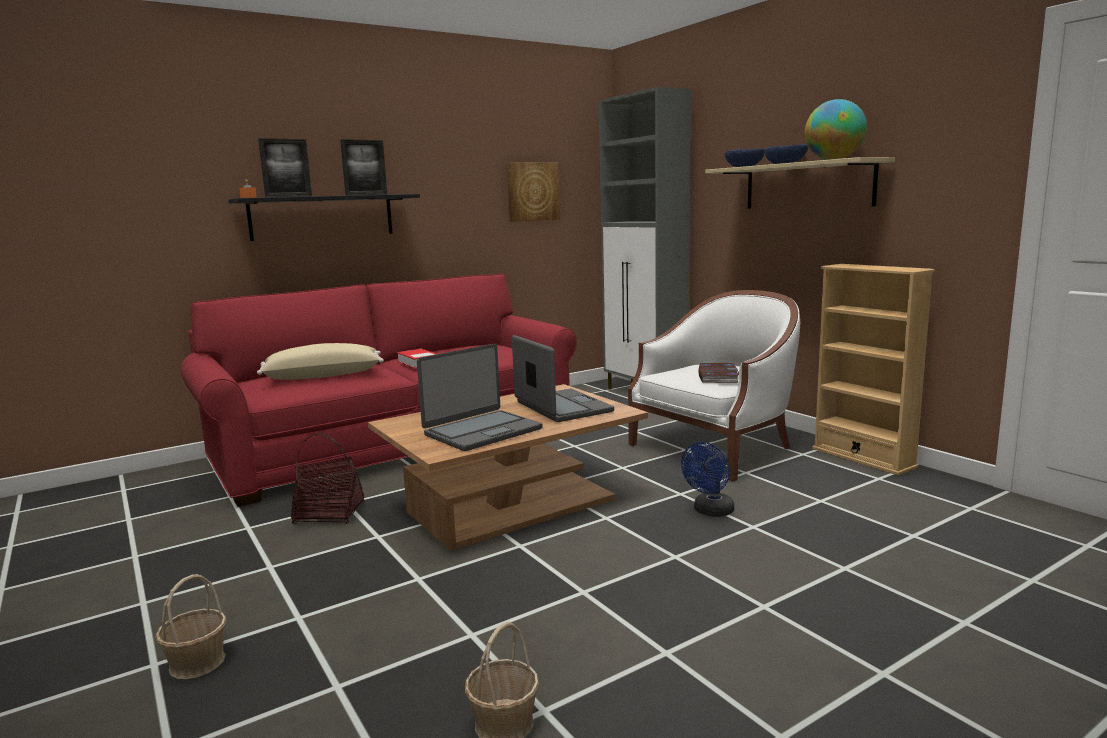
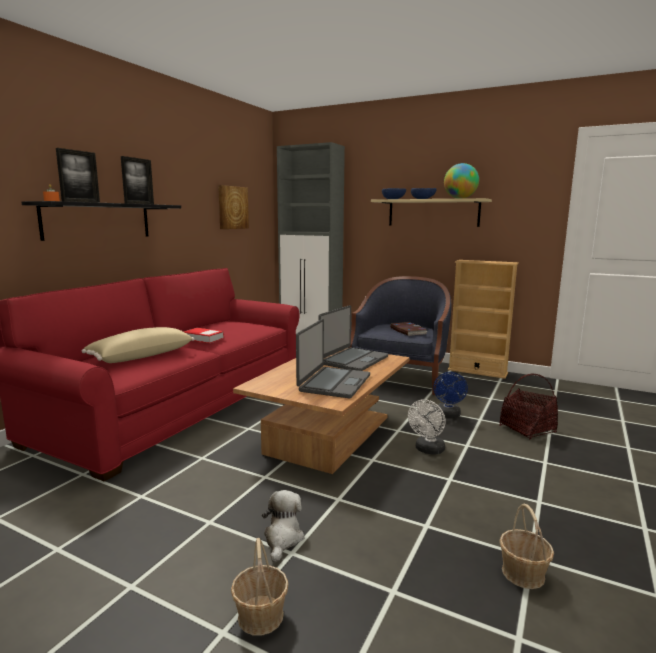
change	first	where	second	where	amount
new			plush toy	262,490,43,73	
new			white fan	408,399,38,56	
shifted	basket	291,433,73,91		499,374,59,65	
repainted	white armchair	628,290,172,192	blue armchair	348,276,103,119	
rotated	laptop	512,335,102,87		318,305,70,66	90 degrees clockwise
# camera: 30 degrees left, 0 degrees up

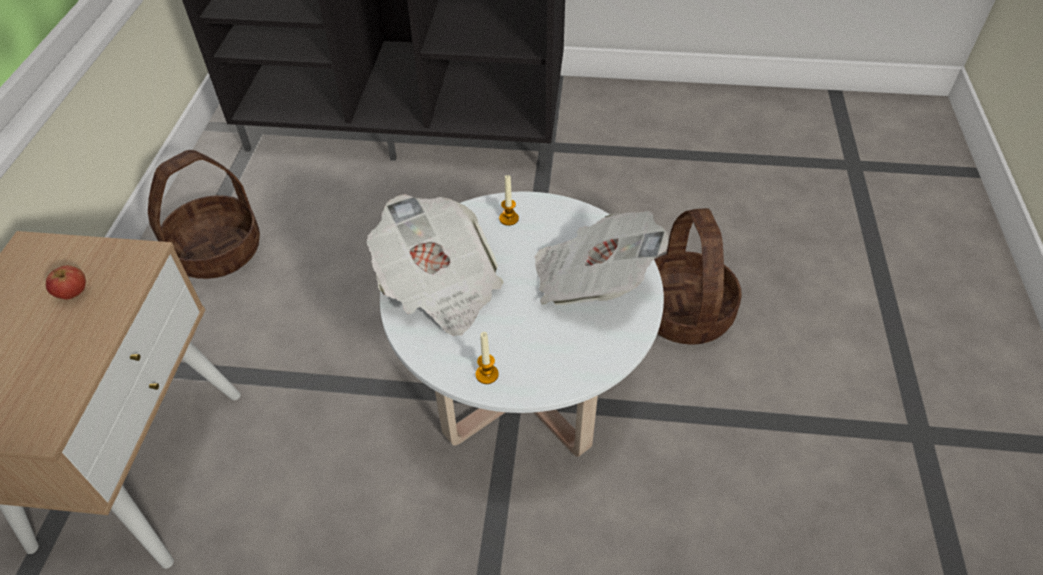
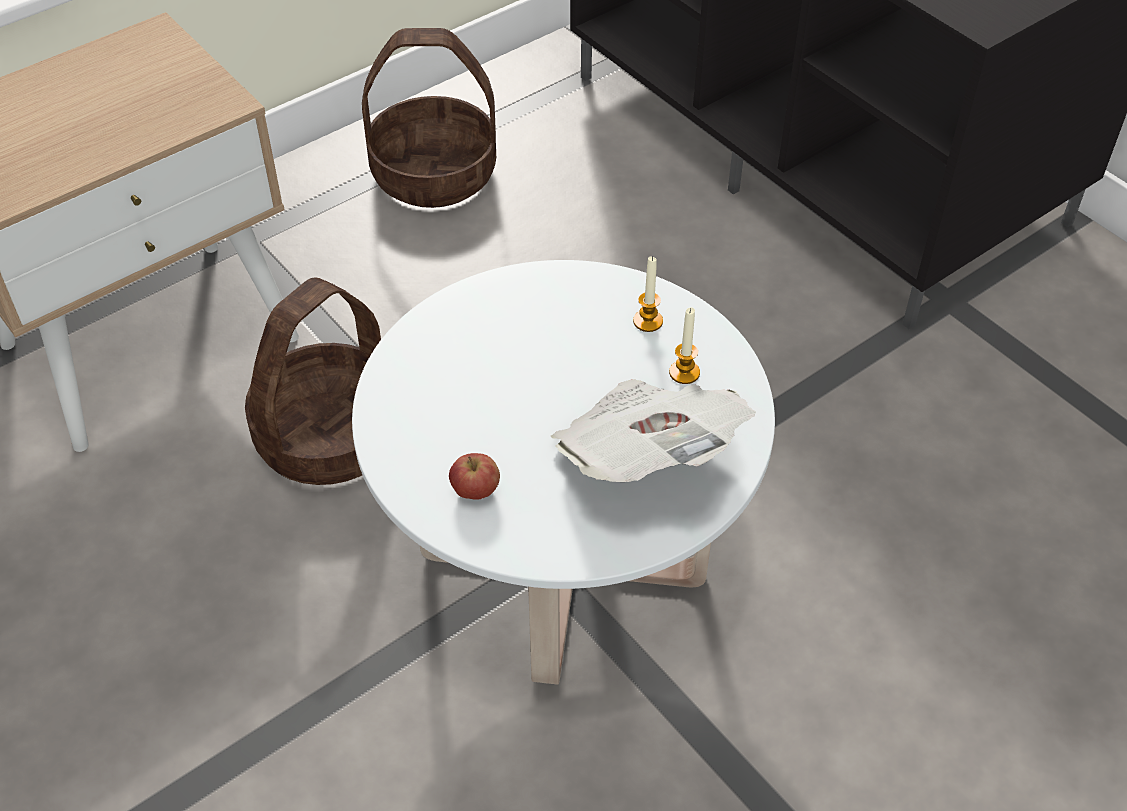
change	first	where	second	where	amount
gone	newspaper	367,194,137,142			
shifted	apple	46,265,40,34		449,453,51,47	
shifted	candle	476,332,23,52		669,307,31,77	
shifted	basket	655,208,87,137		245,278,136,207	
# camera: 45 degrees right, 0 degrees up

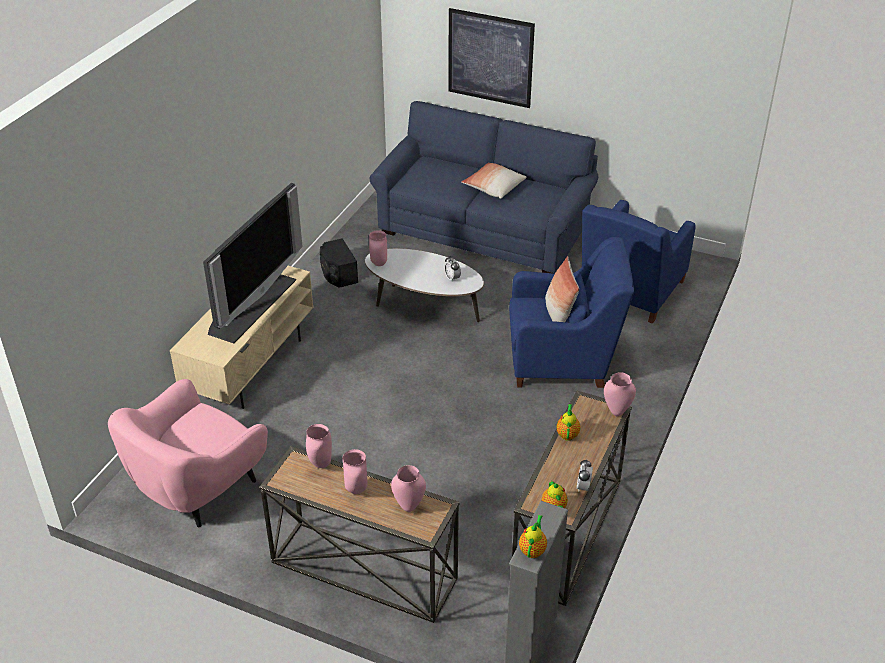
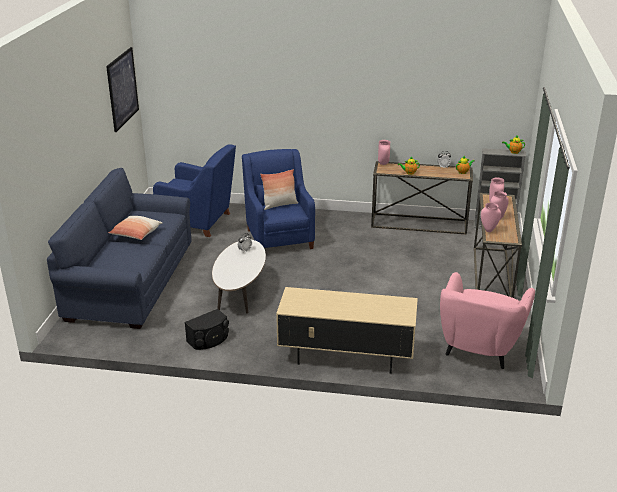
change	first	where	second	where	amount
gone	television	203,183,100,160			
gone	pink vase	369,230,18,36			
shifted	picture	448,8,87,100		106,47,33,85	
rotated	pink armchair	108,379,160,148		440,272,95,97	90 degrees clockwise
# camera: 105 degrees left, 10 degrees down

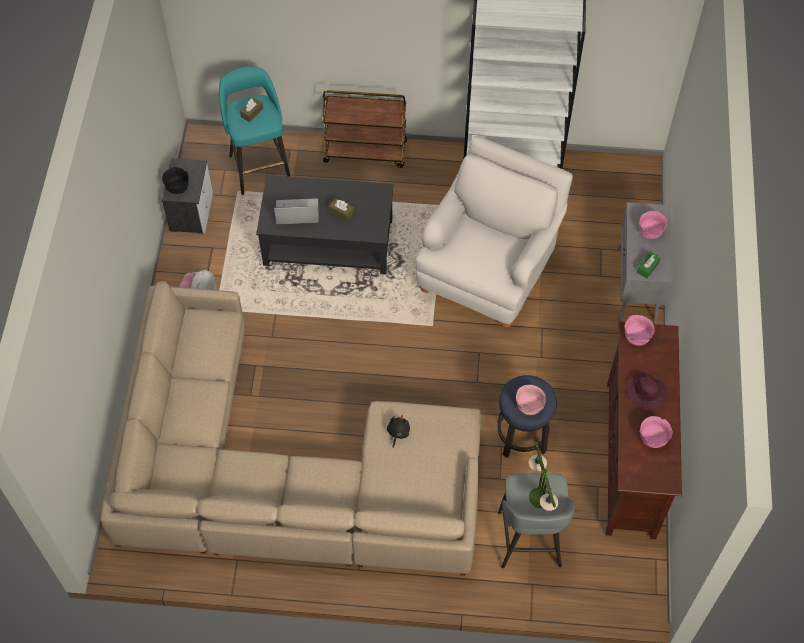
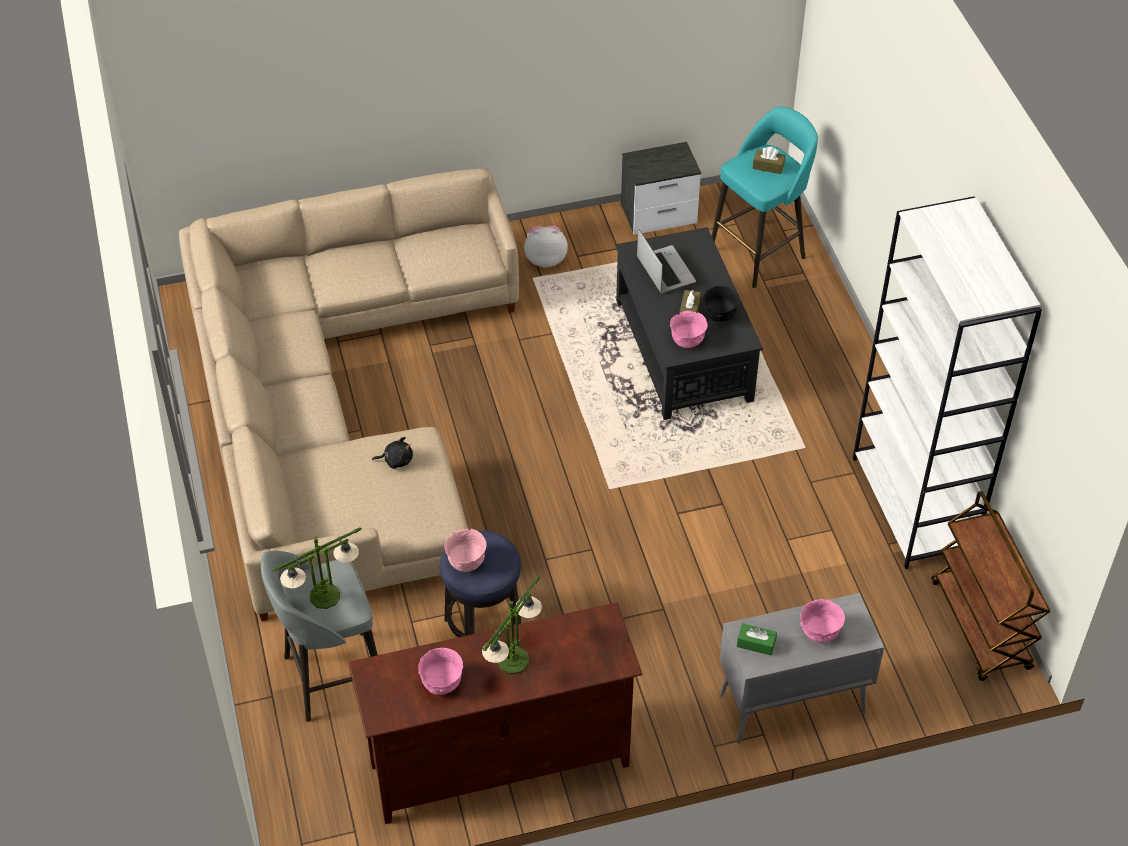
change	first	where	second	where	amount
gone	white armchair	415,136,158,191			
shifted	black bowl	162,167,27,27		703,286,37,36	
shifted	brown cart	323,90,84,78		931,491,120,190	
shifted	pink bowl	625,315,30,31		670,311,38,37	
swapped	purple hat	627,372,40,37	table lamp	482,577,60,97	
# camera: 70 degrees right, 10 degrees down

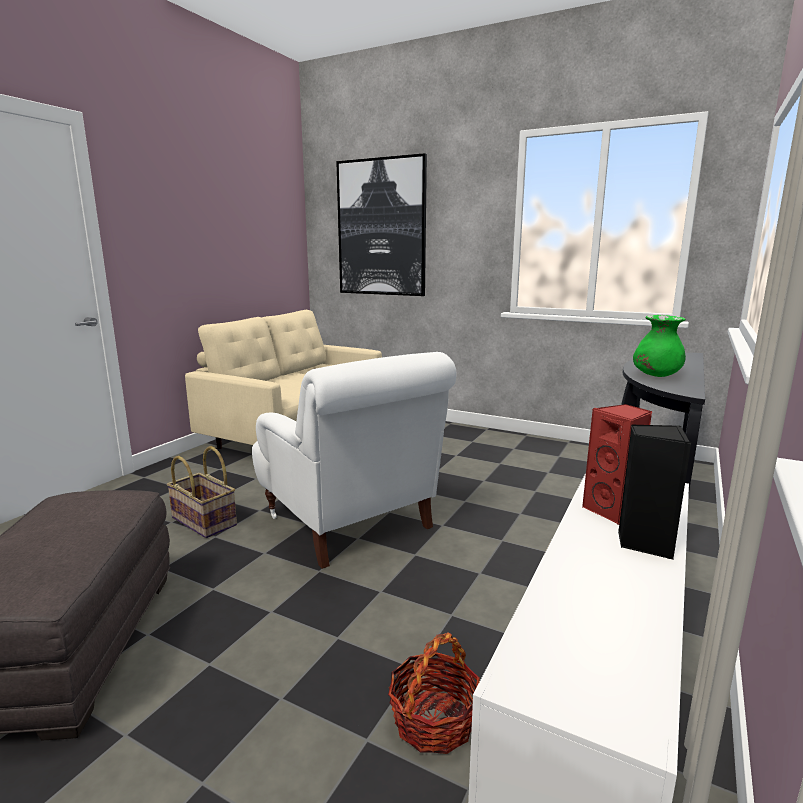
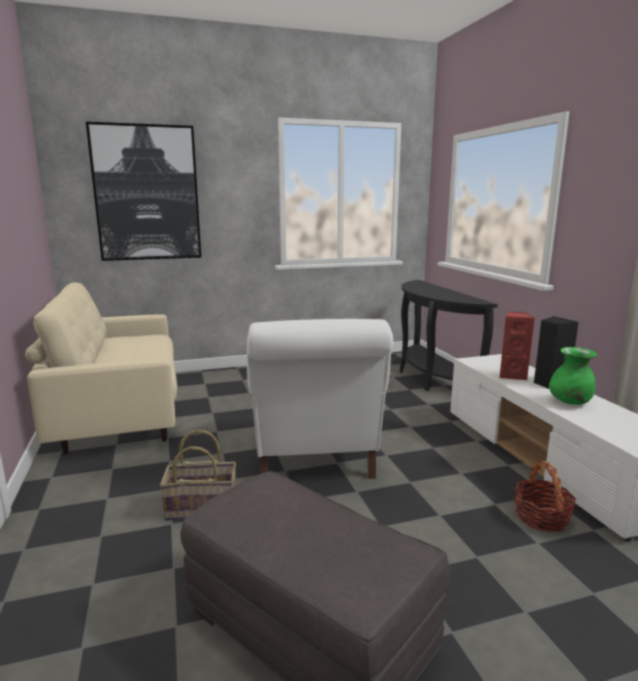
change	first	where	second	where	amount
shifted	green vase	633,315,53,62		549,347,48,58	
rotated	white armchair	252,352,204,217		247,319,146,160	75 degrees clockwise
# camera: 45 degrees left, 0 degrees up

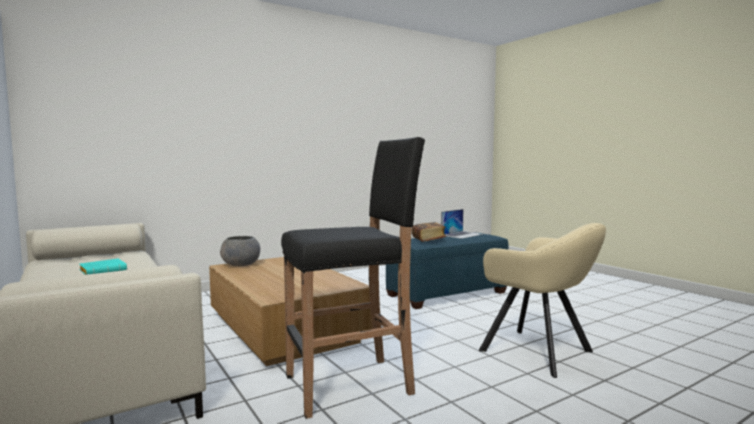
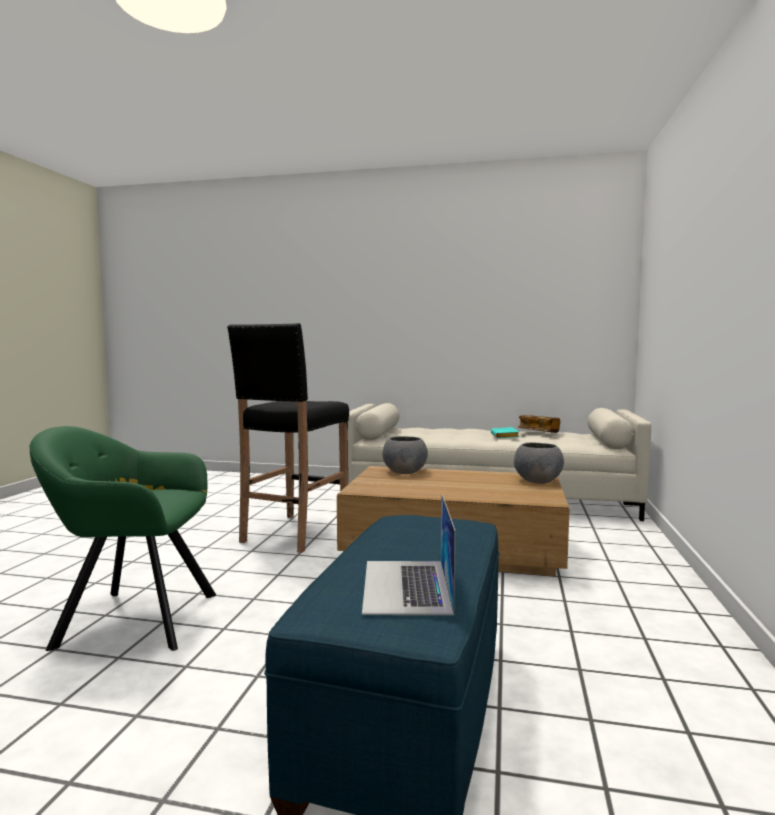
change	first	where	second	where	amount
new			grey bowl	382,436,46,38	
shifted	book	412,222,34,20		518,415,42,18	
repainted	beige armchair	479,223,127,155	green armchair	30,426,186,225	
# camera: 135 degrees right, 0 degrees up

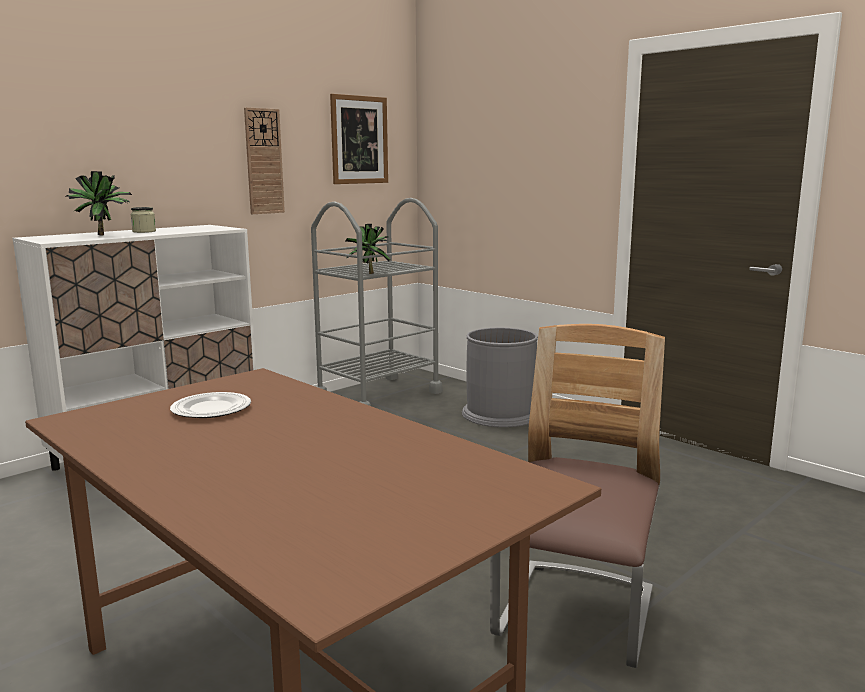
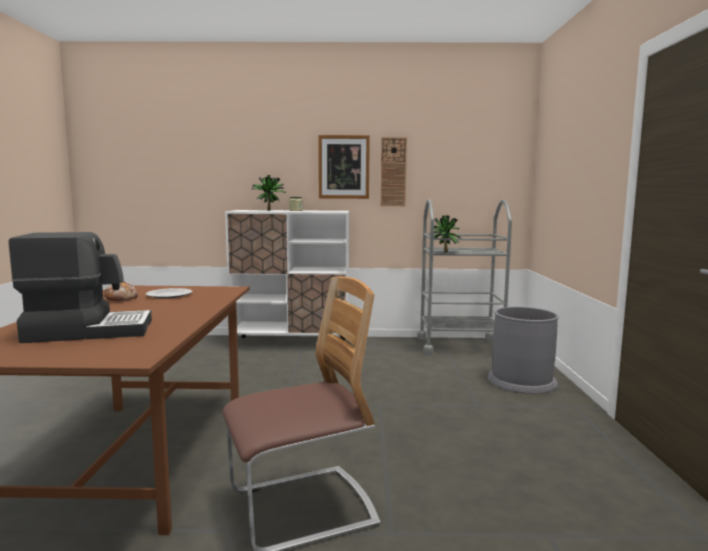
change	first	where	second	where	amount
new			coffee machine	9,232,143,111	
new			bread	104,282,34,19	
shifted	picture	330,94,58,90		318,135,52,64	
# camera: 45 degrees right, 5 degrees down

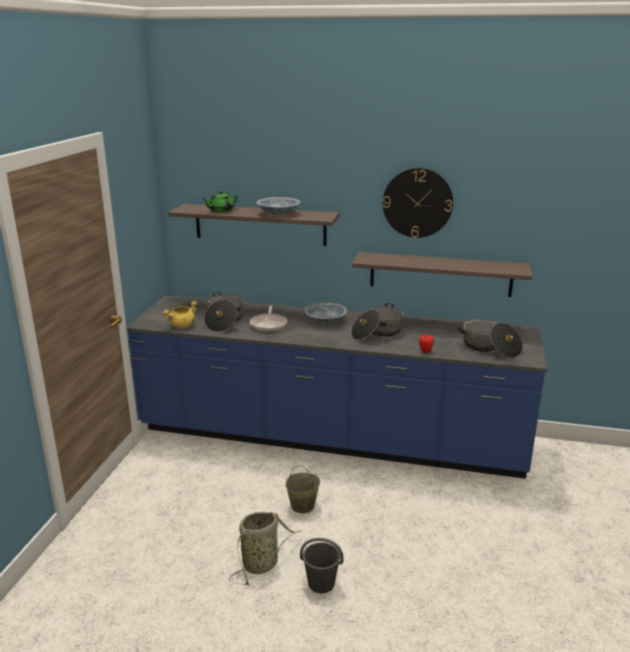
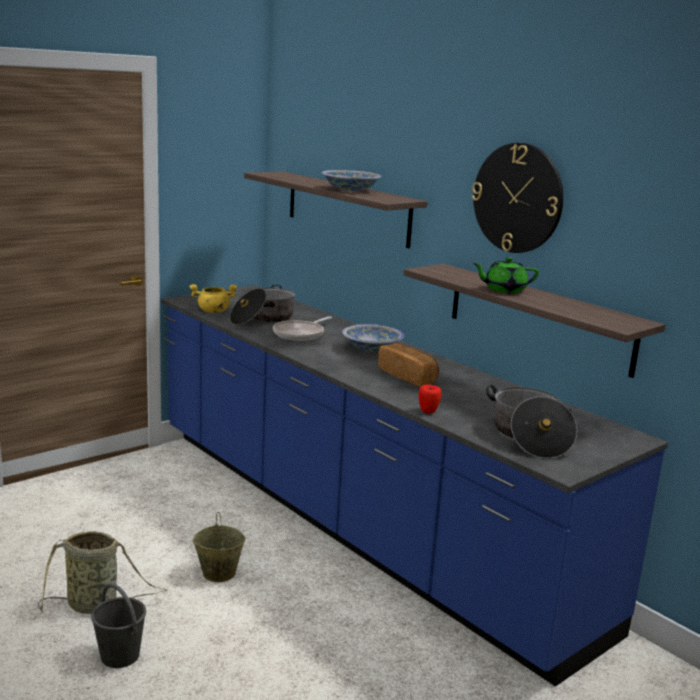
change	first	where	second	where	amount
shifted	green teapot	202,190,36,23		473,257,66,36	
swapped	cooking pot	351,303,53,37	bread	378,343,61,44	
# camera: 35 degrees right, 5 degrees down

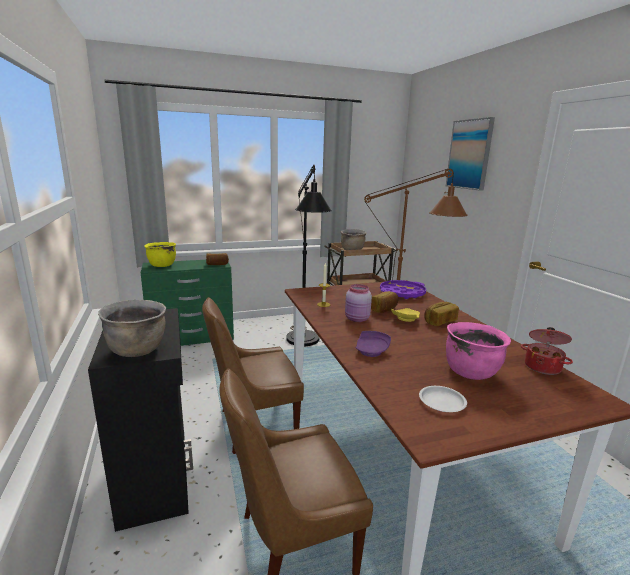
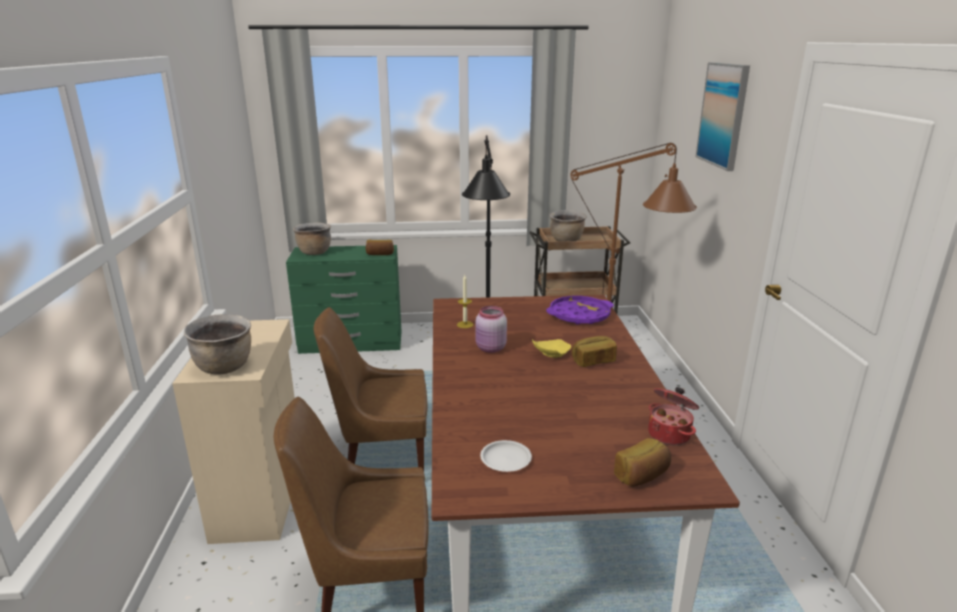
change	first	where	second	where	amount
gone	purple plate	355,331,36,26			
gone	pink cooking pot	446,322,65,58			
shifted	bread	371,291,27,22		614,438,57,48	
repainted	black cabinet	88,308,105,224	beige cabinet	172,319,123,225	
repainted	yellow cooking pot	144,242,32,25	brown cooking pot	293,223,38,32	
# camera: 15 degrees right, 5 degrees up

